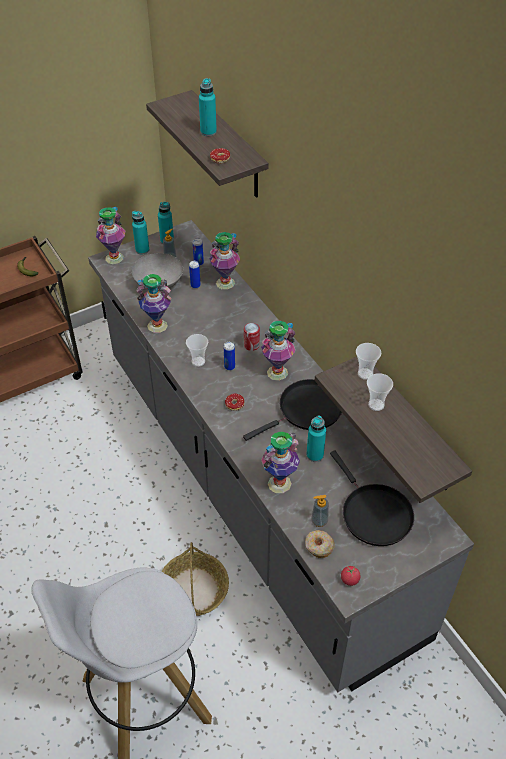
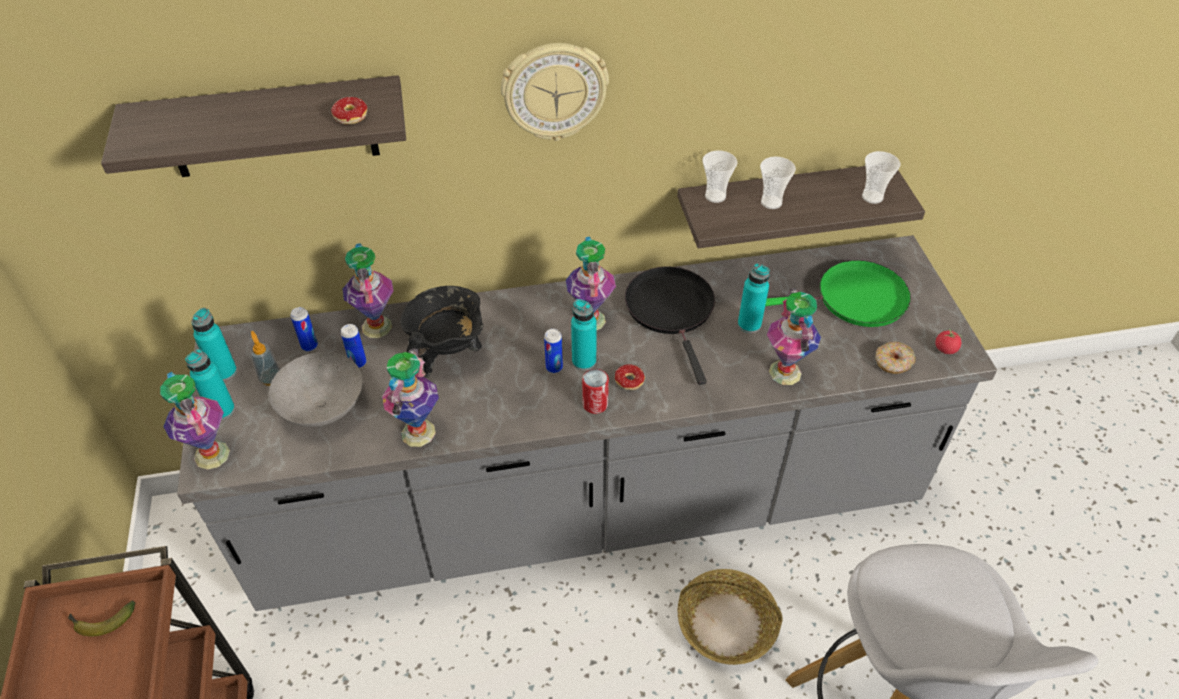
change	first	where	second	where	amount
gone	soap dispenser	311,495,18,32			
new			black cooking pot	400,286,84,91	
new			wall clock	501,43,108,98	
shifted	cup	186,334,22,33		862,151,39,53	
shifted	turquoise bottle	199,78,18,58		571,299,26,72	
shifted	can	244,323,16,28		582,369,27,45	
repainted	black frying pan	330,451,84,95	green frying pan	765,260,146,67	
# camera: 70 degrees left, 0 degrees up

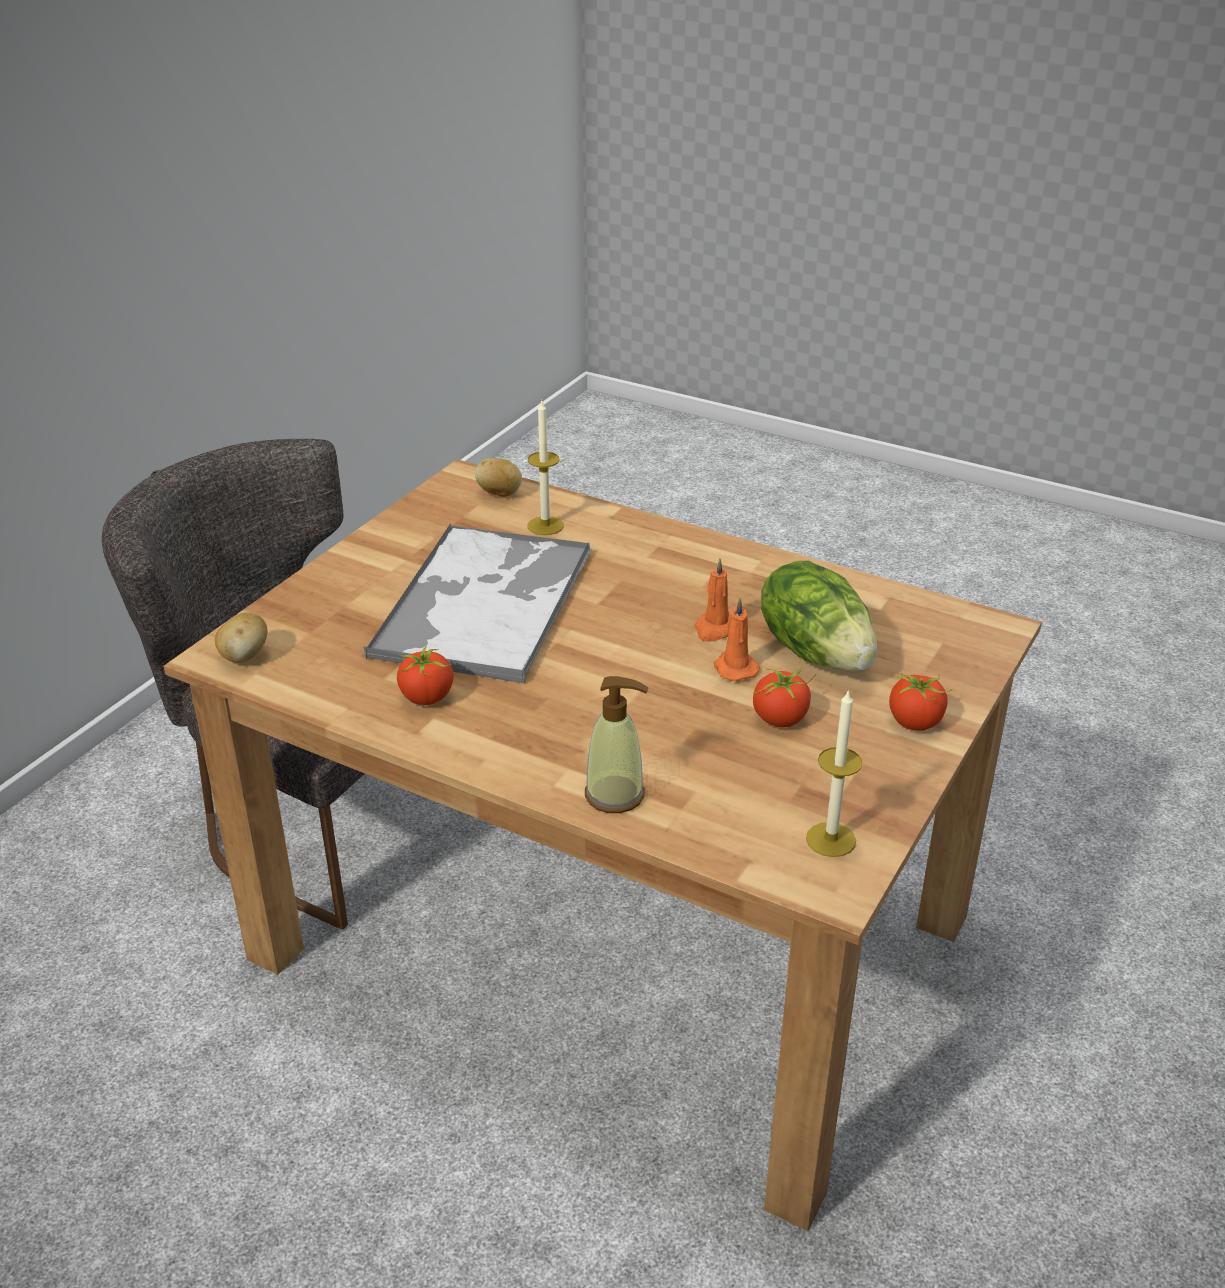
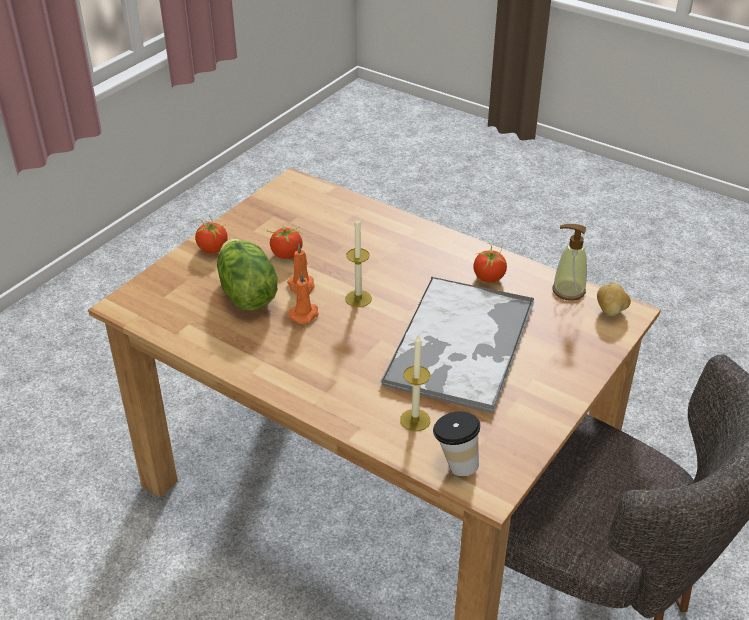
change	first	where	second	where	amount
shifted	soap dispenser	585,676,64,137		552,224,35,77	
shifted	candle	806,689,56,168		345,216,27,91	
swapped	potato	475,458,47,39	cup	433,411,47,65	
# camera: 175 degrees left, 5 degrees up

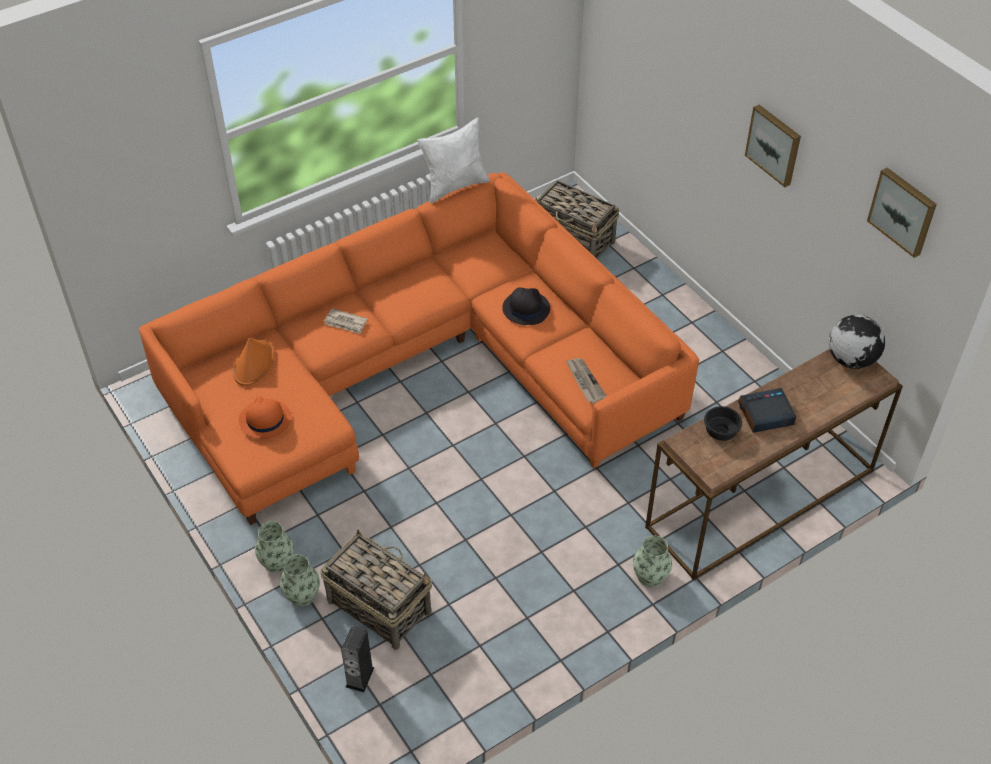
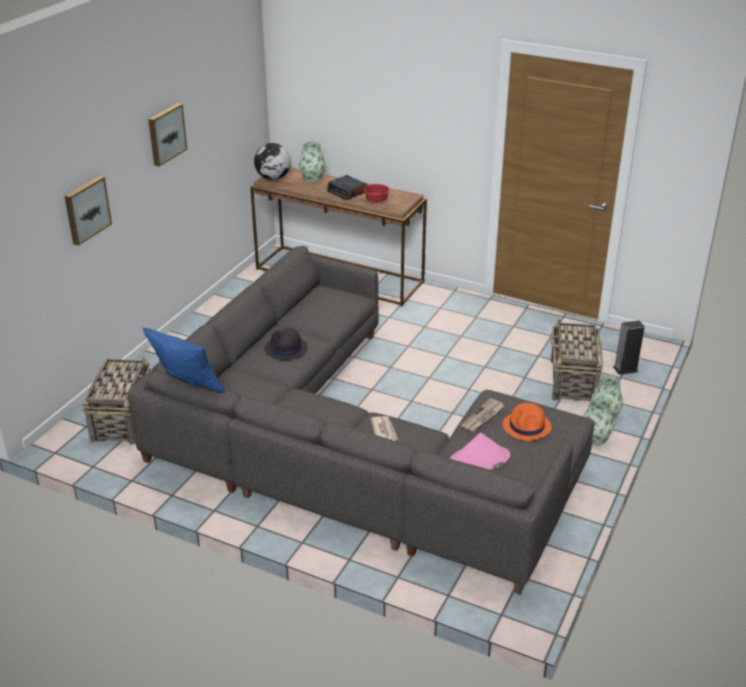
change	first	where	second	where	amount
shifted	newspaper	566,358,41,46		461,398,43,34	
shifted	vase	633,535,39,52		299,141,27,41	
shifted	picture	867,168,70,90		65,176,47,70	
repainted	orange sofa	139,172,560,353	grey sofa	128,246,467,349	
repainted	orange hat	233,338,41,48	pink hat	450,433,60,37	
repainted	white pillow	417,117,73,87	blue pillow	142,327,83,66	
repainted	black bowl	704,406,38,35	red bowl	364,184,25,18	
# camera: 120 degrees left, 15 degrees down

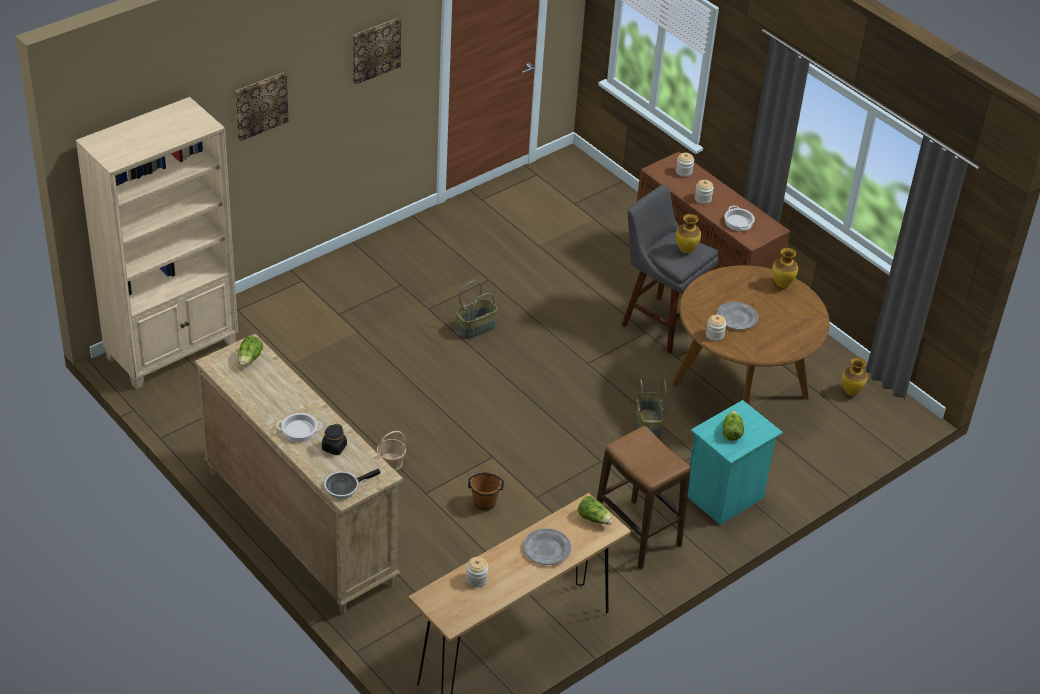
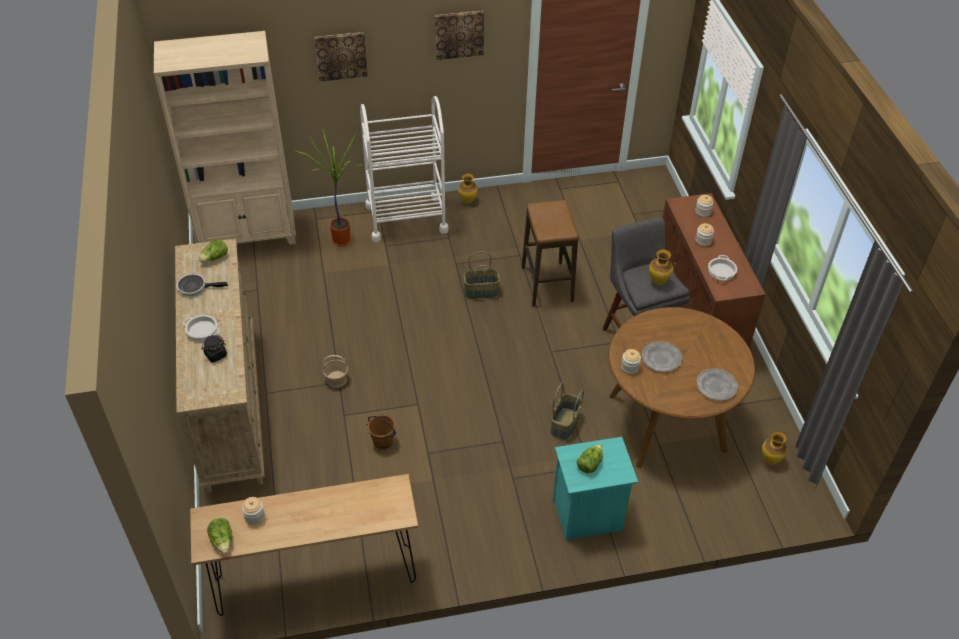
change	first	where	second	where	amount
new			potted plant	294,128,68,118	
new			white cart	360,96,88,146	
shifted	frying pan	324,469,57,30		177,274,51,22	
shifted	grey plate	523,528,48,37		697,369,41,32	
shifted	lettuce	578,496,34,29		207,518,25,36	
shifted	stool	597,426,94,143		522,200,57,107	
shifted	vase	772,247,26,41		458,173,20,31	
# camera: 30 degrees right, 5 degrees up

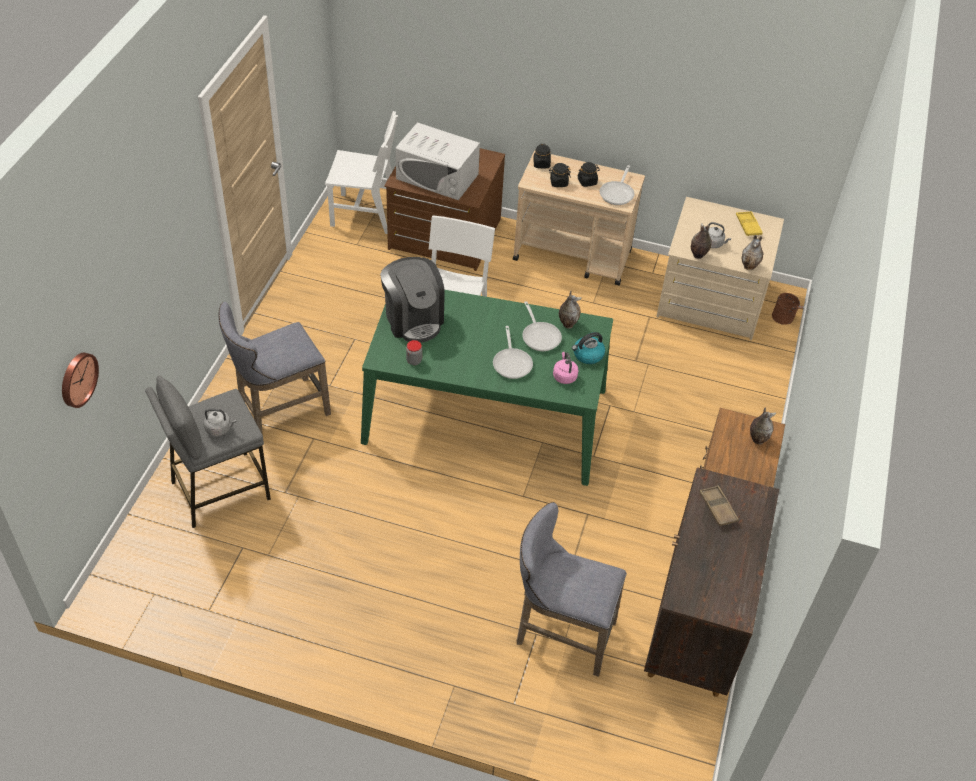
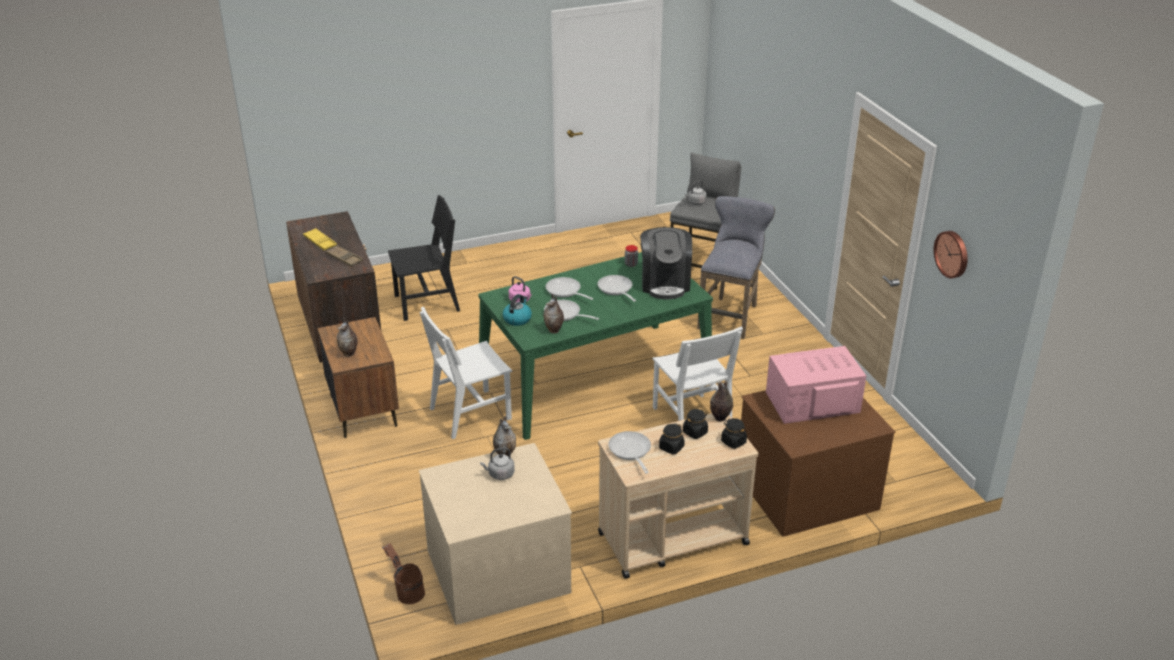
change	first	where	second	where	amount
new			frying pan	598,275,38,27	
shifted	wall clock	62,353,37,55		934,231,34,48	
shifted	white chair	325,111,73,123		420,307,92,132	
shifted	yellow tray	736,211,27,25		303,228,34,22	
shifted	vase	741,235,22,35		710,380,23,42	
swapped	grey stool	517,502,110,175	black chair	388,195,72,126	
repainted	white microwave	396,122,84,78	pink microwave	766,346,100,78	
rotated	coffee machine	380,257,65,86		640,227,52,73	120 degrees counterclockwise
# camera: 145 degrees right, 15 degrees down

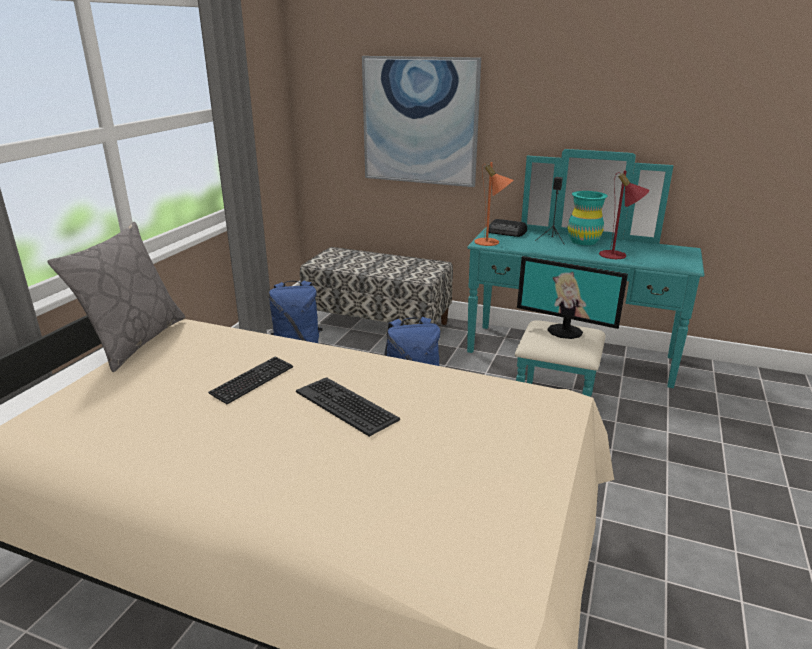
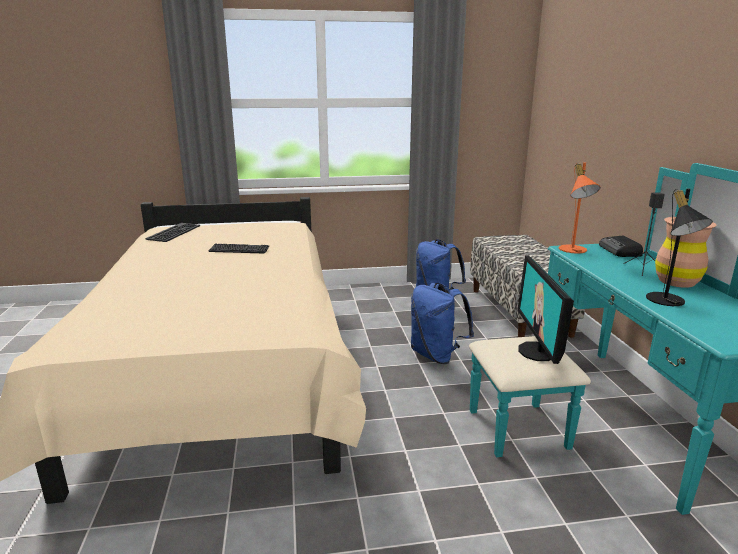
change	first	where	second	where	amount
gone	grey pillow	48,222,138,150			
gone	picture	362,56,119,131			
shifted	keyboard	296,377,104,60		145,223,55,19	
repainted	turquoise vase	568,191,40,54	brown vase	655,217,62,71	
repainted	red table lamp	599,171,51,88	black table lamp	646,188,67,118	
# camera: 60 degrees right, 5 degrees down

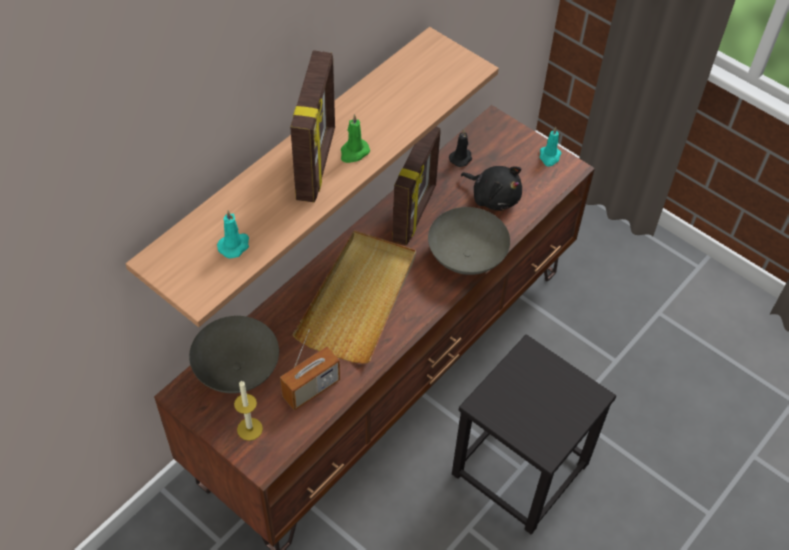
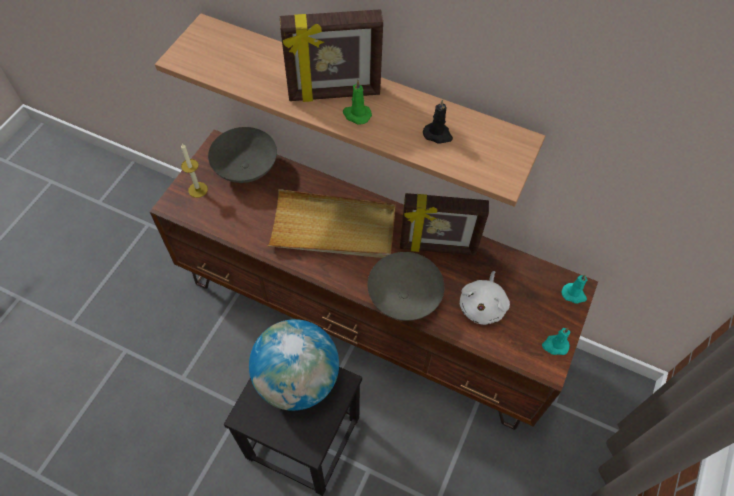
change	first	where	second	where	amount
gone	radio	280,330,60,81			
new			globe	249,319,90,92	
shifted	turquoise candle	217,210,32,49		561,274,26,30	
shifted	black candle	449,130,23,37		423,99,30,45	
repainted	black plush toy	461,166,61,45	white plush toy	460,271,50,54	
# camera: 75 degrees right, 5 degrees up

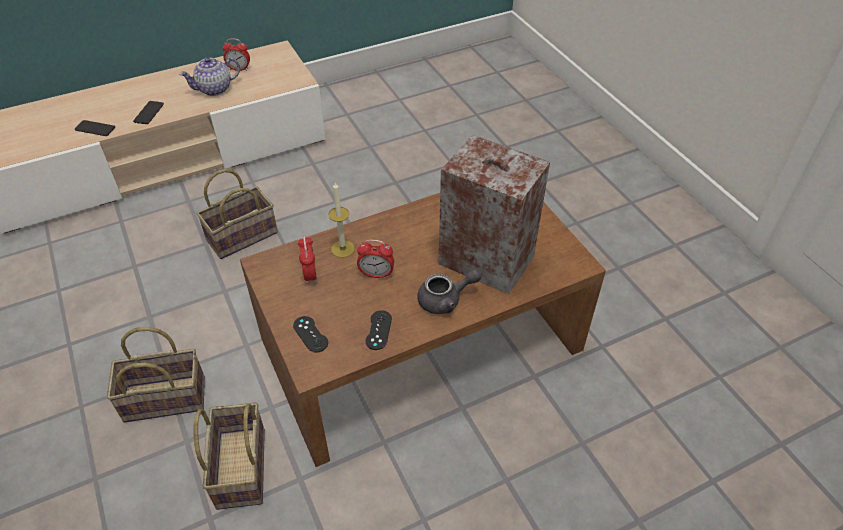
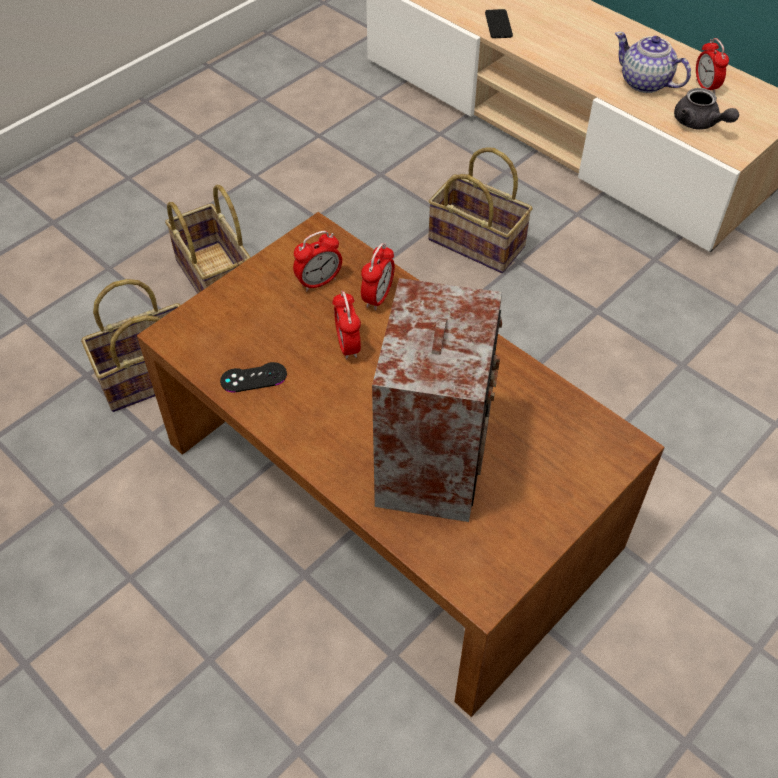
change	first	where	second	where	amount
gone	phone	133,101,31,23			
gone	black game controller	293,316,35,37			
shifted	grey teapot	417,269,65,45		674,88,65,42	
swapped	candle	328,182,27,76	alarm clock	361,243,34,68	
# camera: 70 degrees right, 5 degrees up

